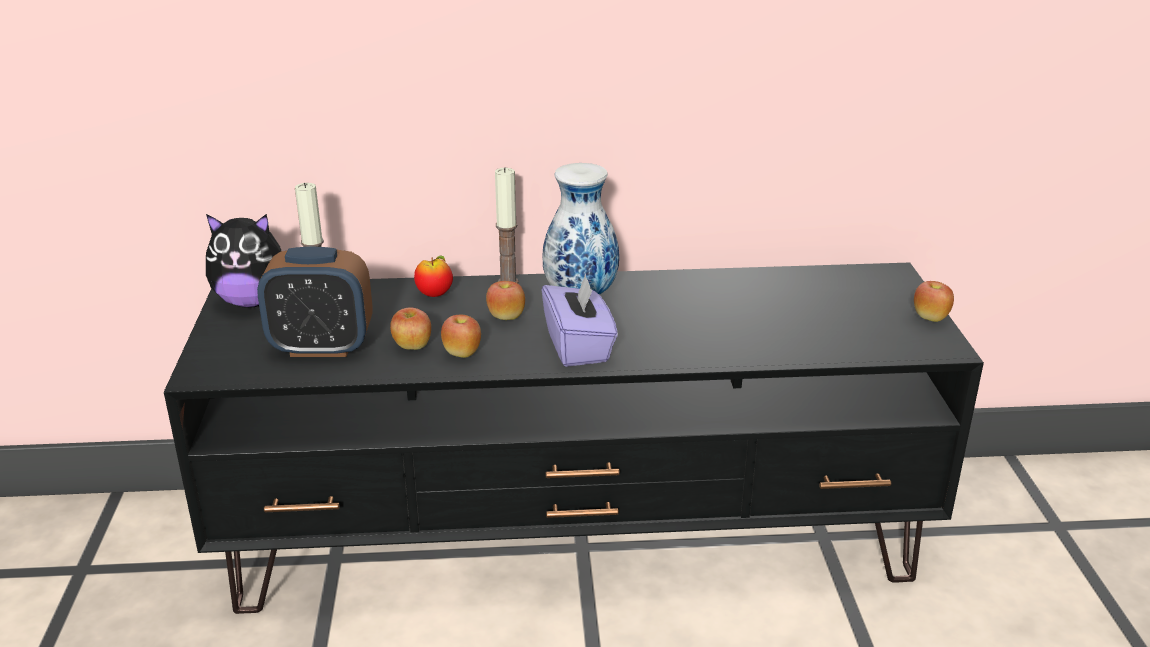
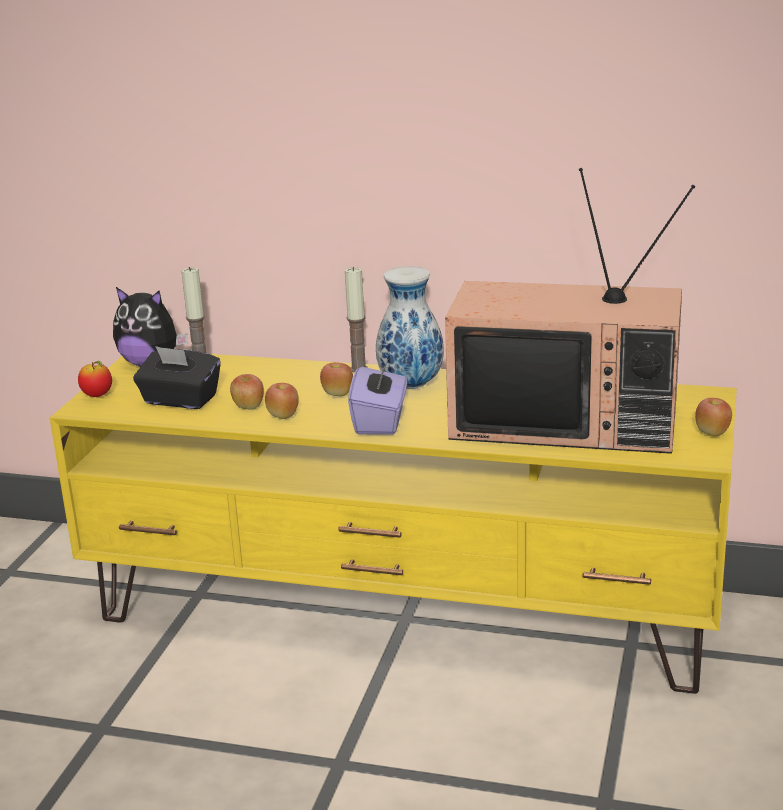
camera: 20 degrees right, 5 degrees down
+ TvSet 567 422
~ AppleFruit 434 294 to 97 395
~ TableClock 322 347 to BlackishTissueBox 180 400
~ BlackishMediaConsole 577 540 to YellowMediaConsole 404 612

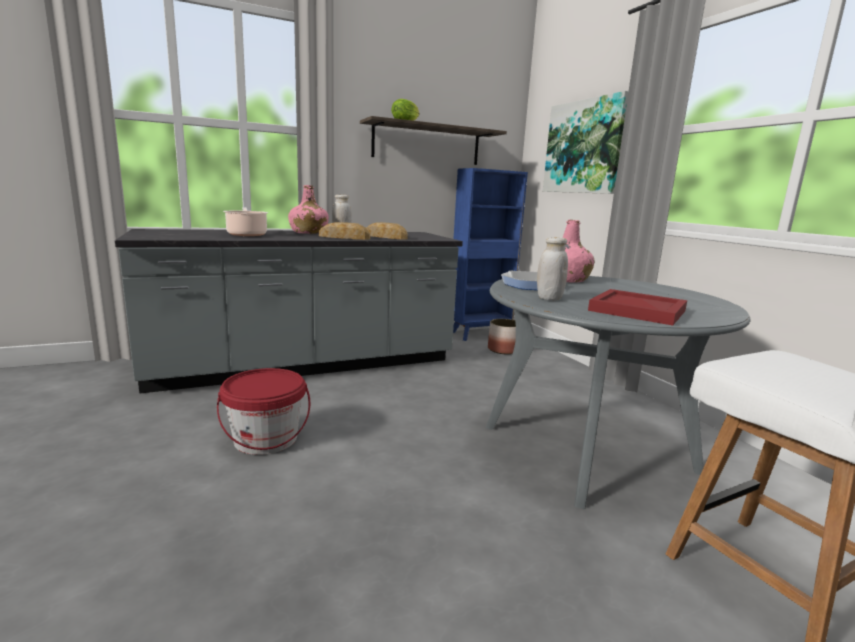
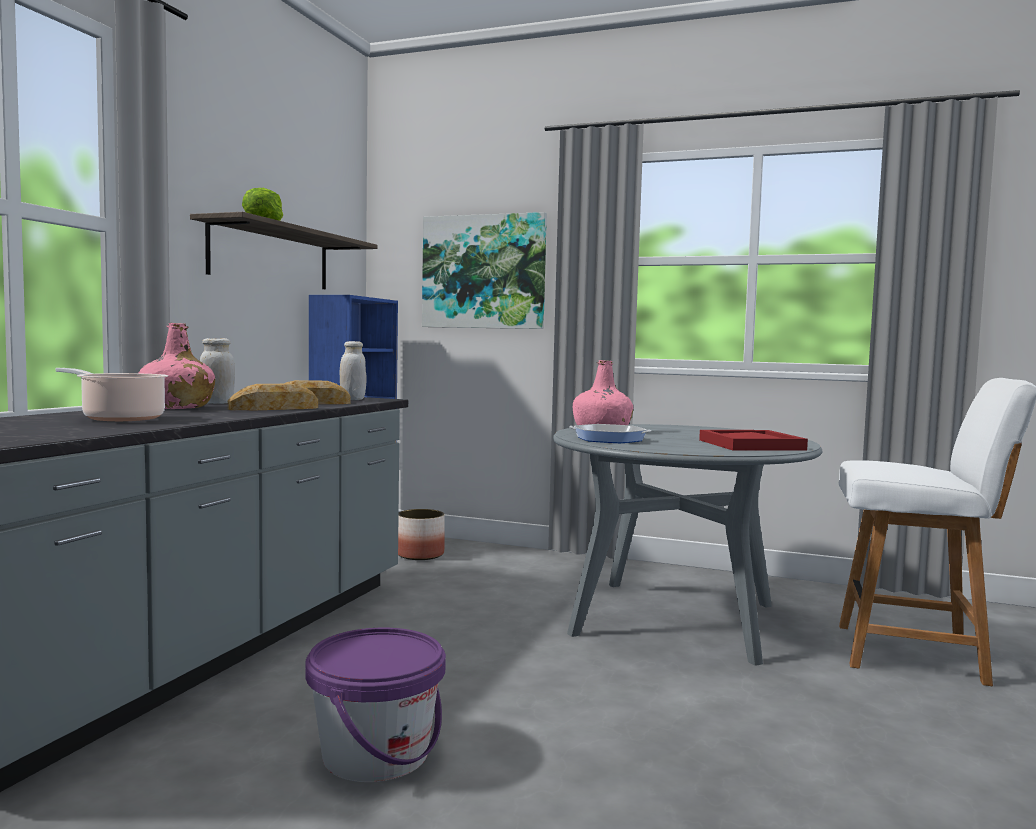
camera: 45 degrees left, 10 degrees down
~ WhitishStorageJar 549 298 to 352 399
~ RedColouredWaterBucket 266 439 to PurpleWaterBucket 376 754

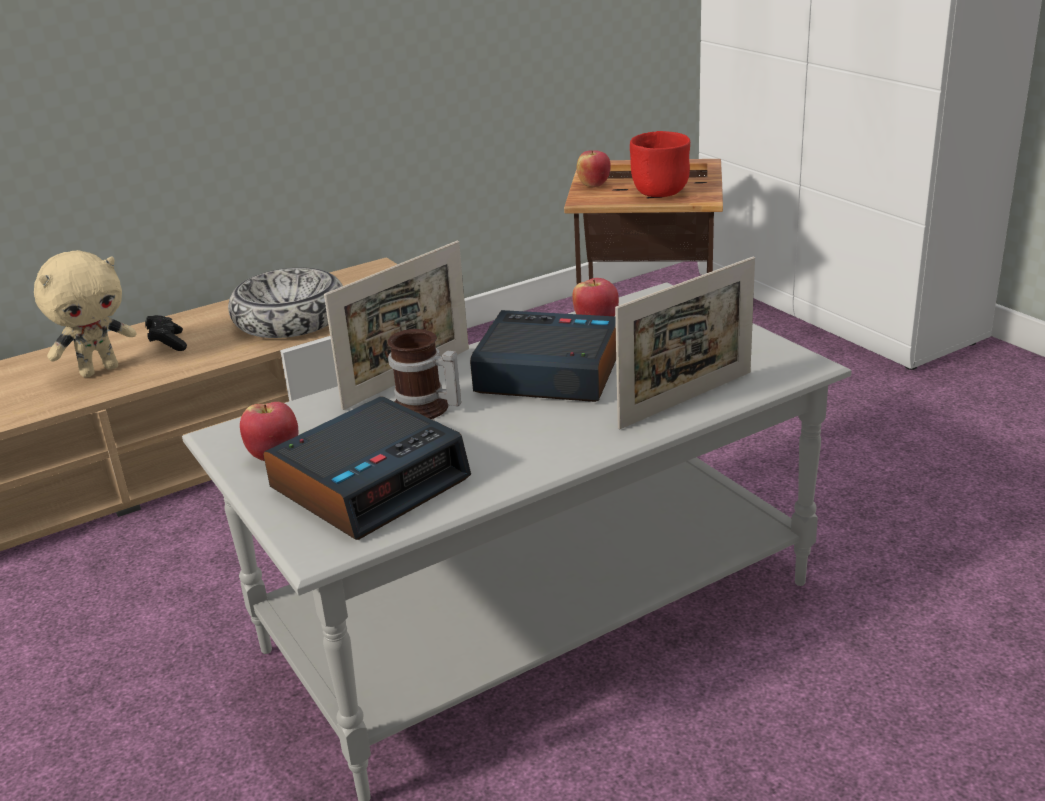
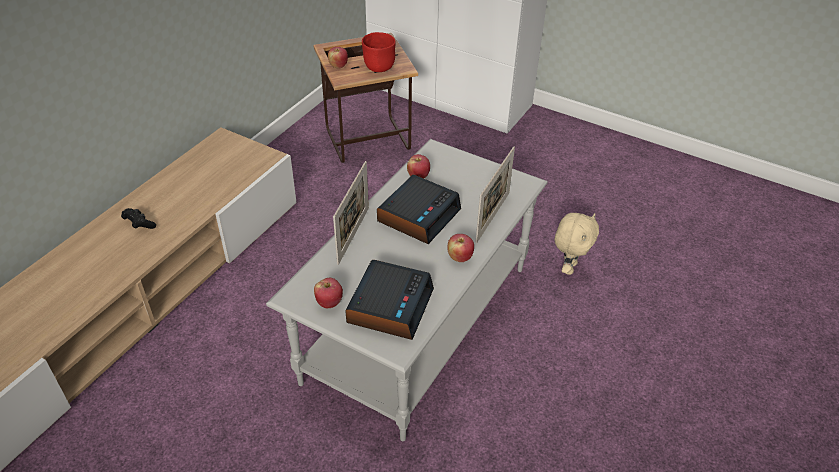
camera: 30 degrees left, 15 degrees up
- DeepDish 290 320
- TeaMug 424 409
+ AppleFruit 459 257
~ SandColouredPlushToy 99 370 to 568 267
~ TableClock 547 372 = 418 215 135 degrees clockwise

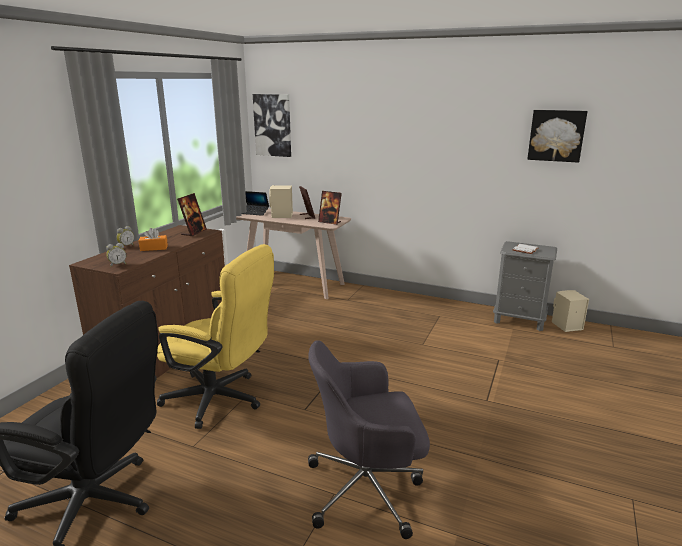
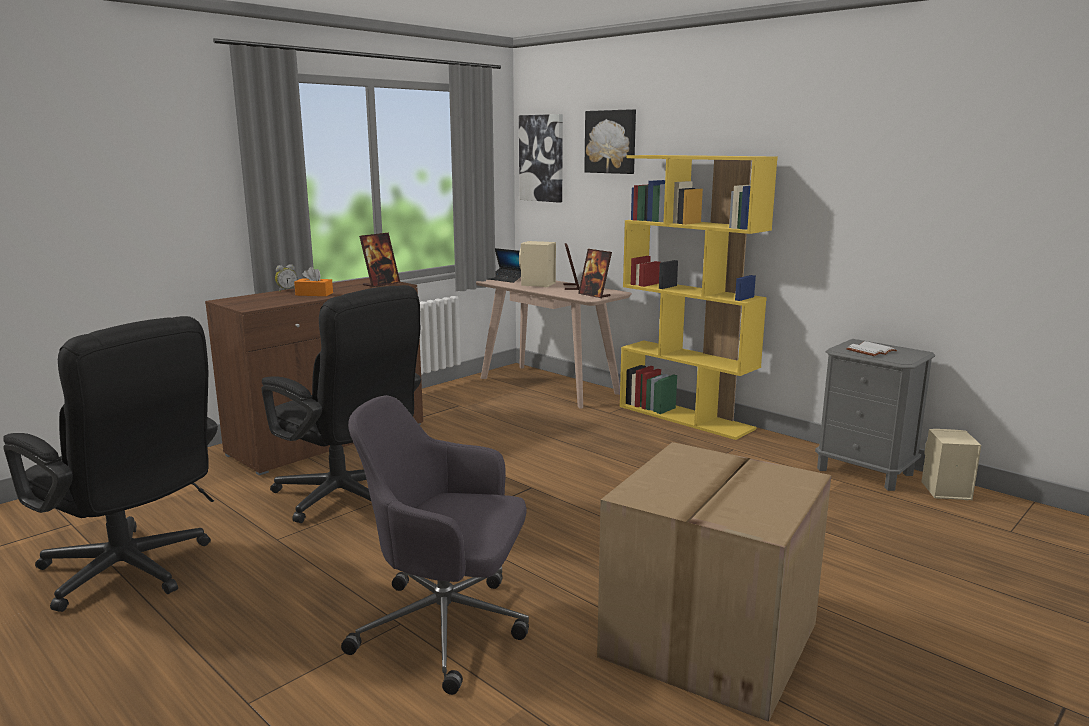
camera: 20 degrees right, 5 degrees down
- TableClock 117 264
+ PackingBox 711 642
+ YellowShelvingUnit 686 417
~ WallArt 556 135 to 611 142
~ YellowOfficeChair 221 400 to BlackishOfficeChair 348 499

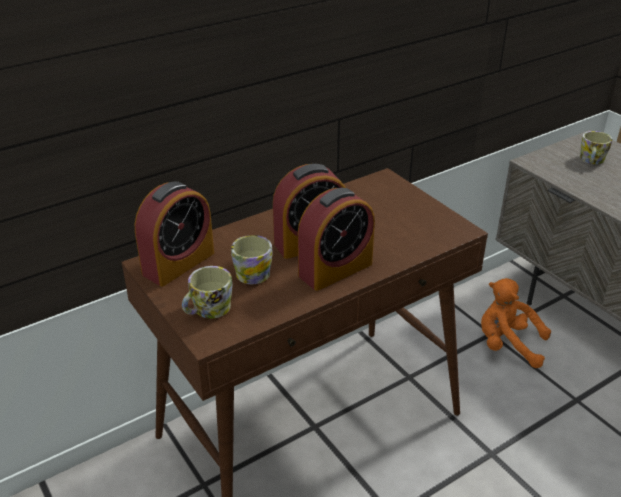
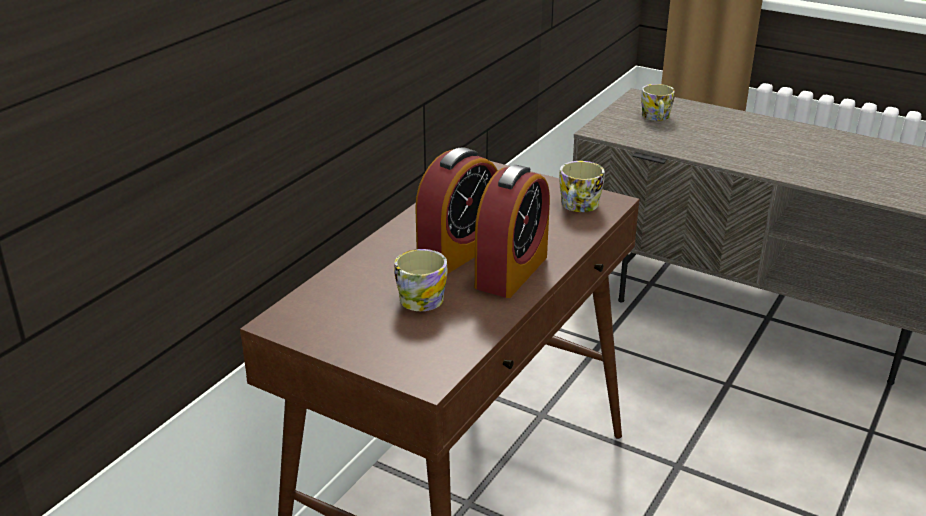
camera: 25 degrees left, 5 degrees down
- TableClock 178 263
- OrangeColouredPlushToy 507 345
~ TeaMug 207 310 to 577 207

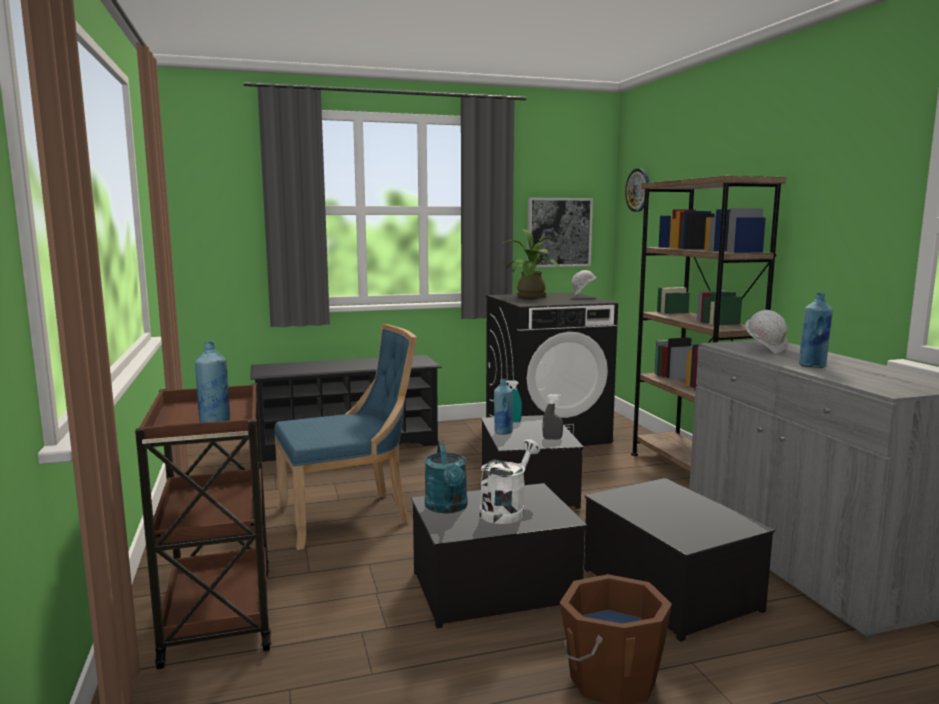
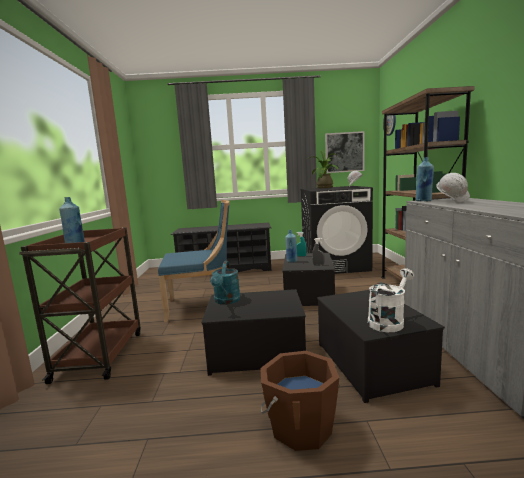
camera: 15 degrees right, 0 degrees up
~ WhitishSprinklingCan 506 510 to 388 321
~ BlueColouredBottle 812 366 to 423 201

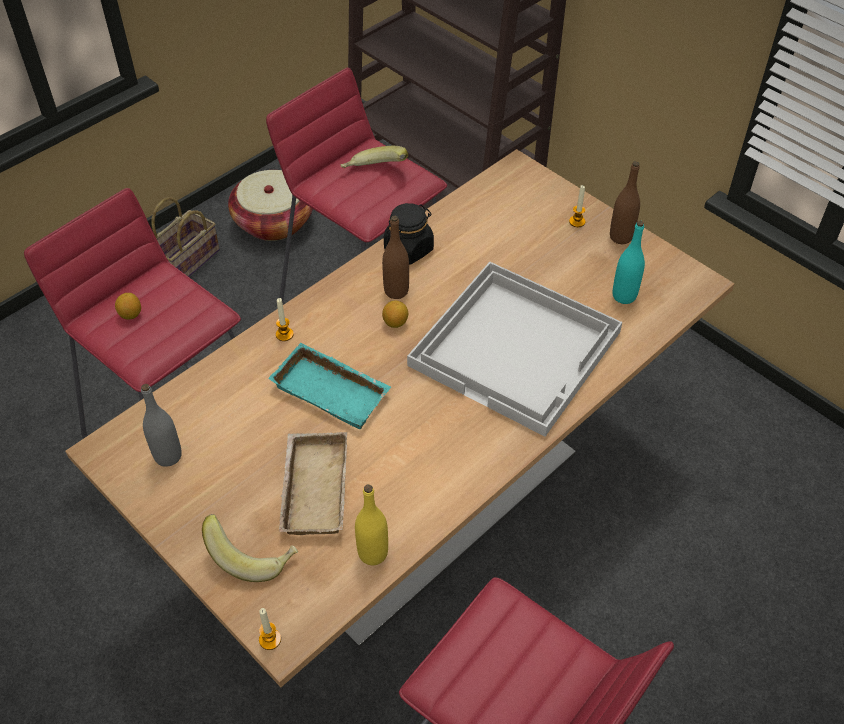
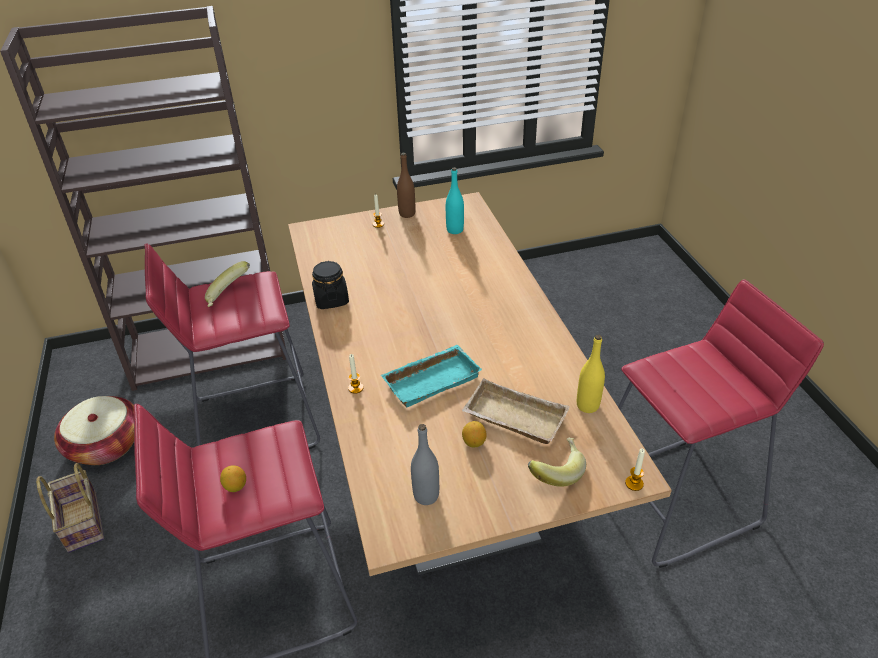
camera: 60 degrees left, 10 degrees down
- BrownishBottle 396 291
- WhitishCarryingTray 517 348
~ Lemon 395 322 to 474 442

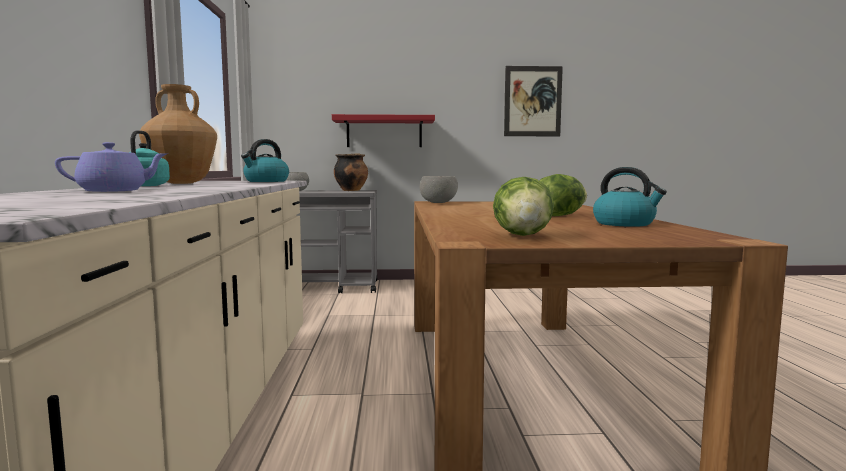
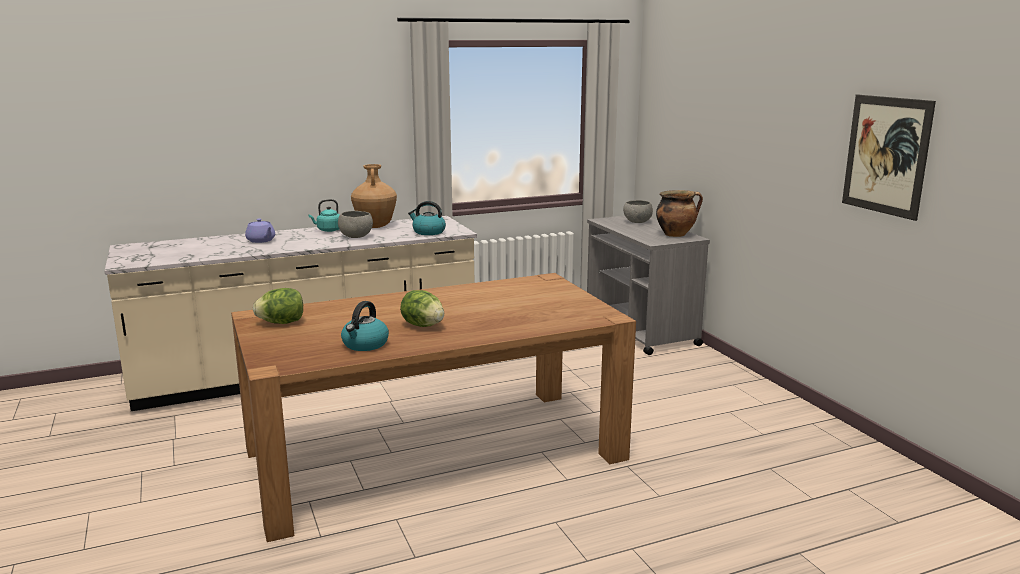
camera: 70 degrees right, 10 degrees up
- RedColouredWallShelf 384 132
~ GrayDeepDish 438 203 to 356 237

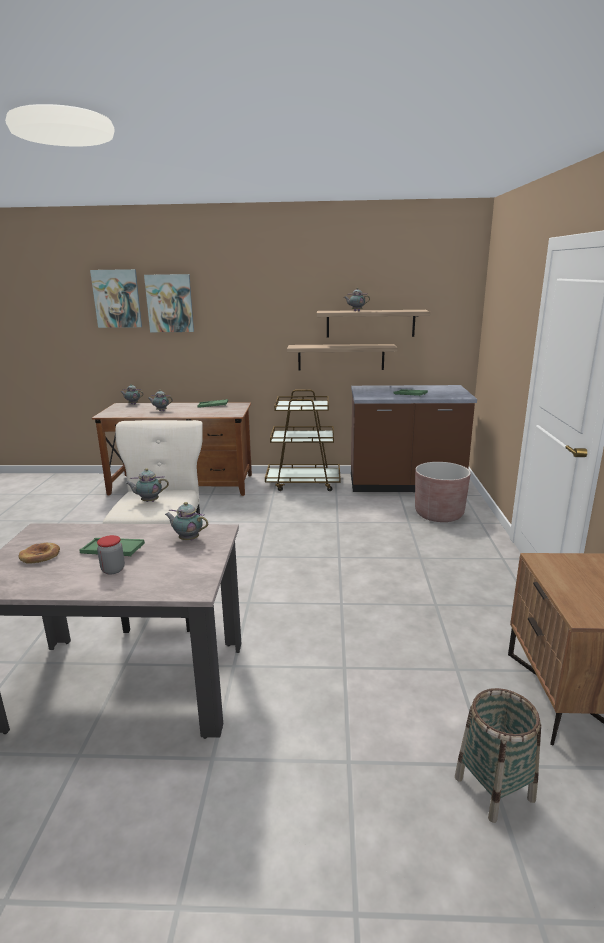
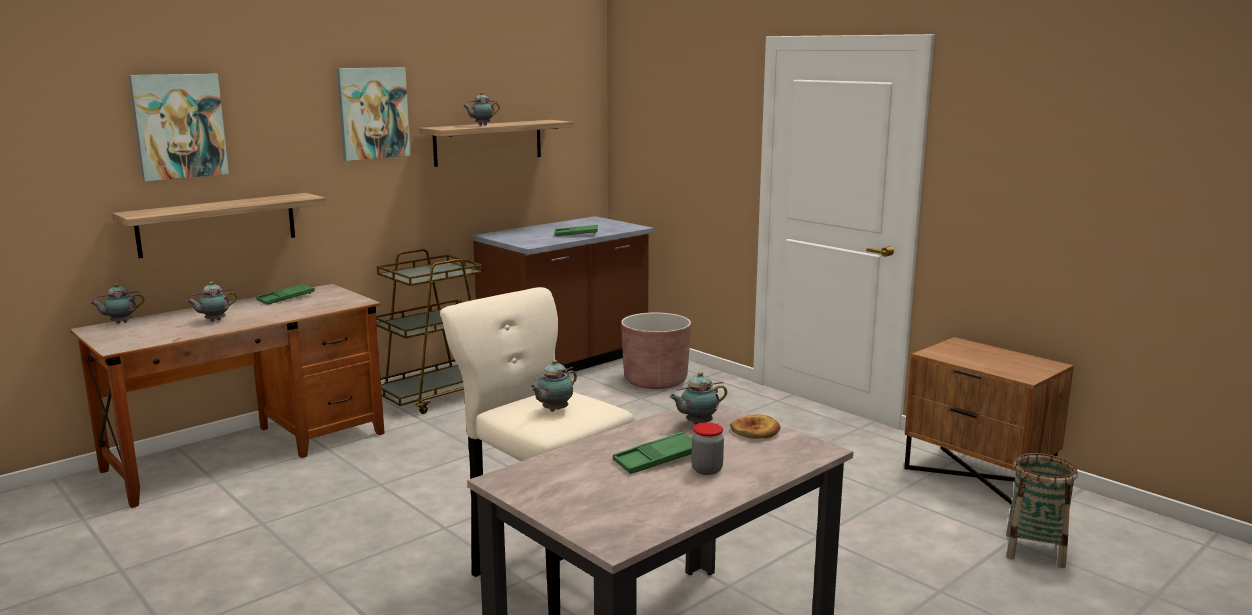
camera: 45 degrees left, 5 degrees down
~ Bread 40 556 to 755 431
~ WallArt 117 298 to 373 113
~ WallShelf 341 357 to 218 224

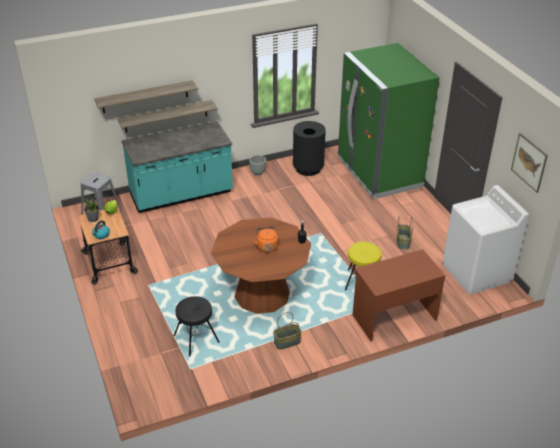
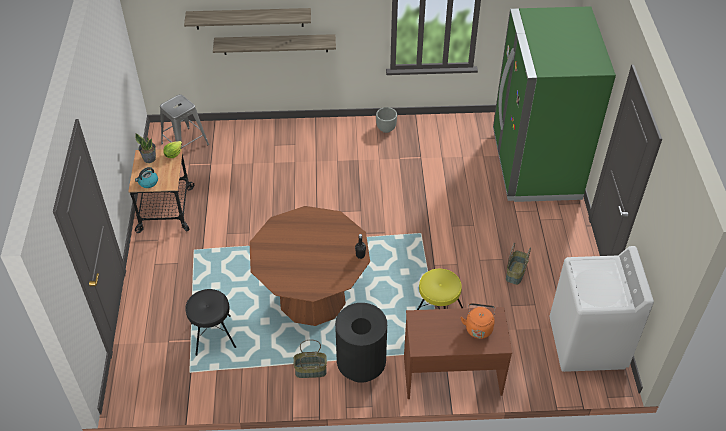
camera: 20 degrees right, 10 degrees up
- TurquoiseKitchenBaseUnit 181 195
- WallArt 529 162
~ OrangeColouredKettle 266 246 to 478 327
~ BlackishRubbishBin 308 169 to 361 365

